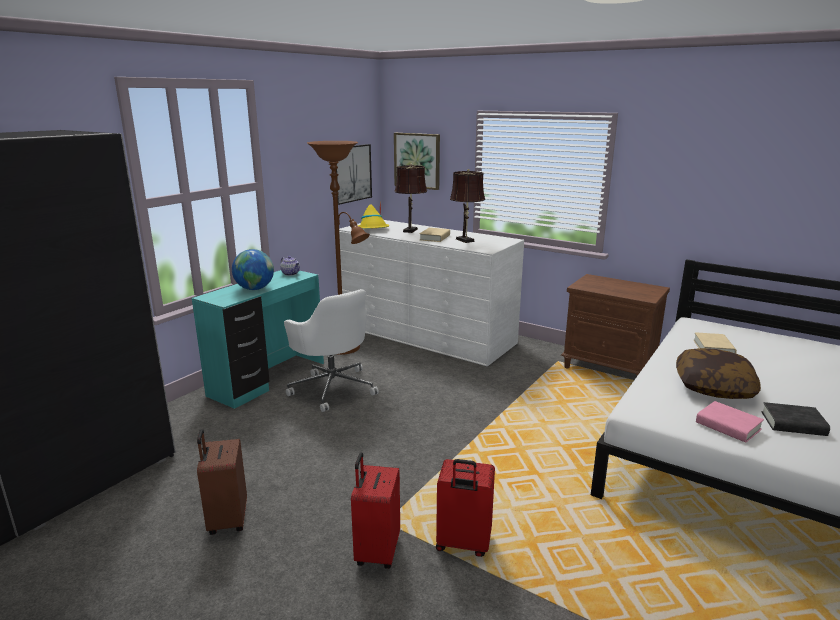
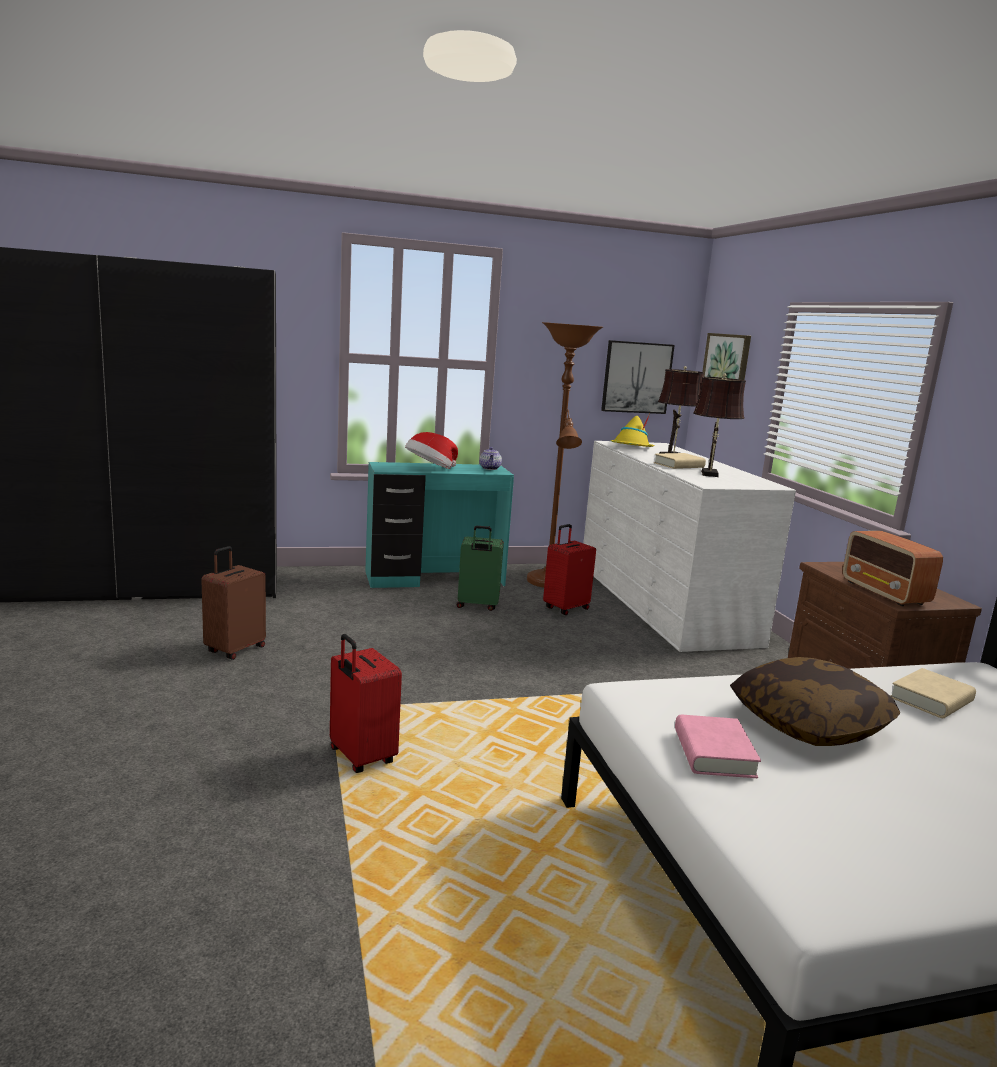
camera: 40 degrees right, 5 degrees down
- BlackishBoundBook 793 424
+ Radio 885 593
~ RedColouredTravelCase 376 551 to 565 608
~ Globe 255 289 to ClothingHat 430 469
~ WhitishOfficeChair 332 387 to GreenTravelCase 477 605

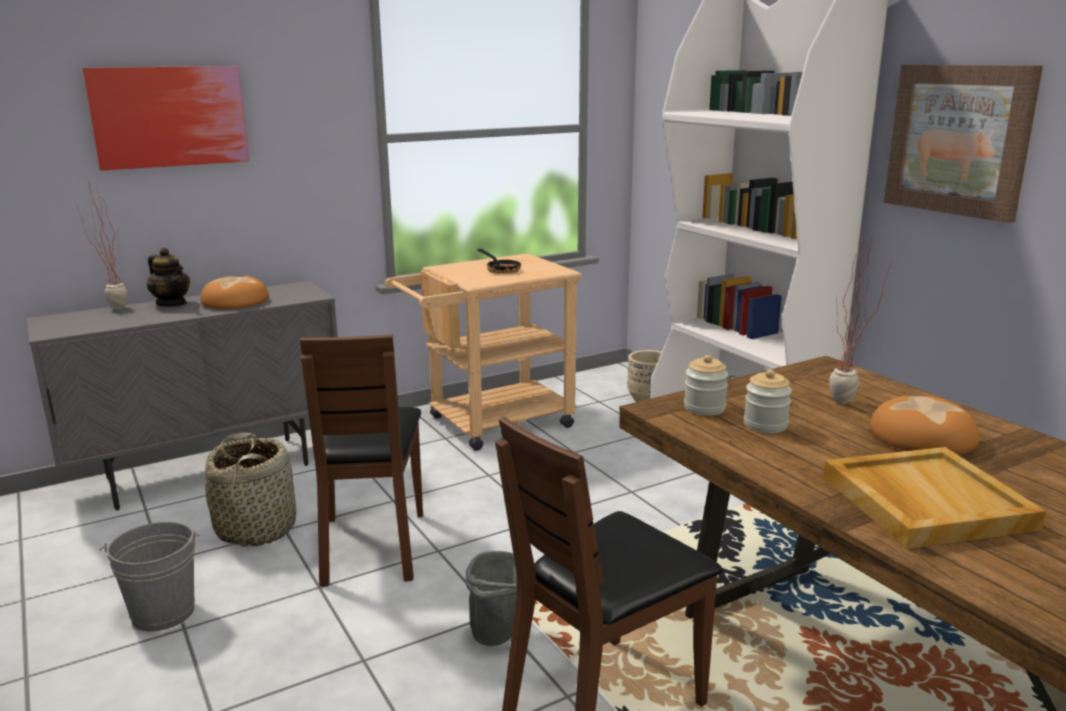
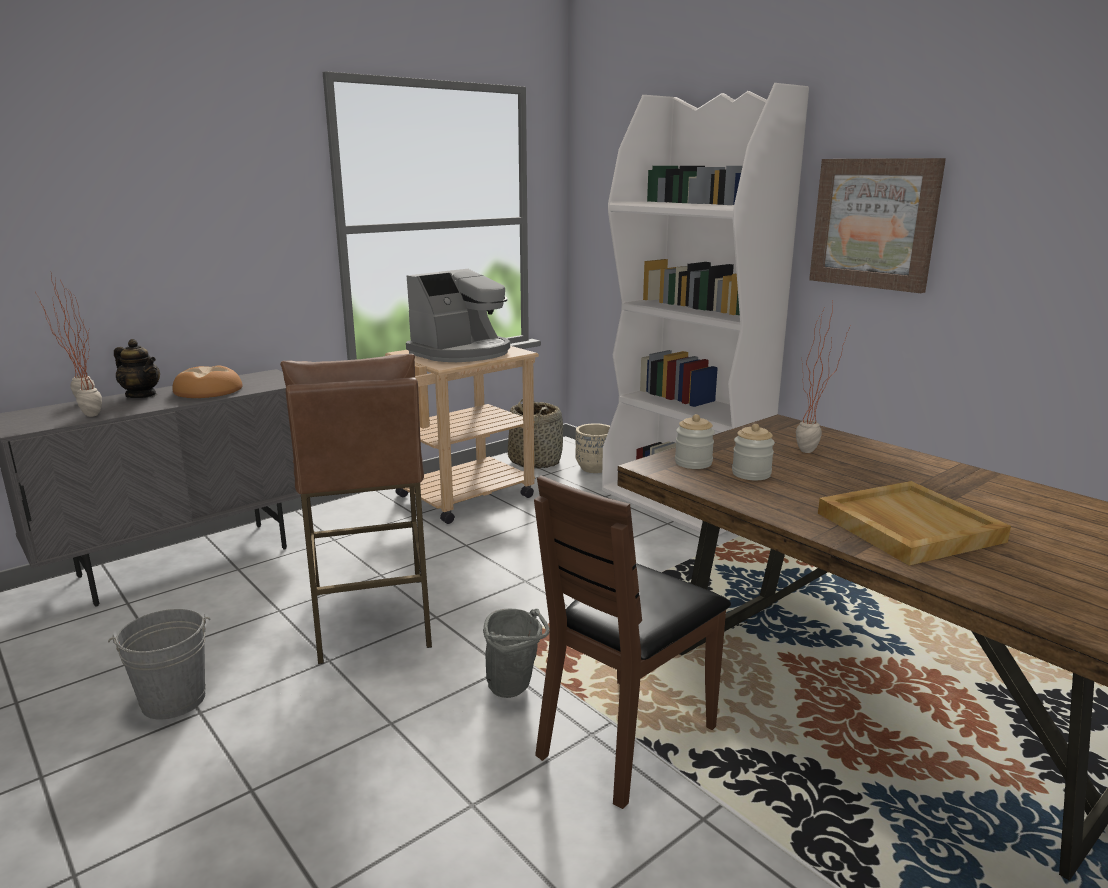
camera: 10 degrees left, 0 degrees up
- WallArt 169 116
- Bread 923 437
+ Houseplant 85 415
~ StorageBasket 256 528 to 535 461
~ BrownishChair 372 546 to BrownishSittingStool 371 619
~ Pan 501 269 to CoffeeMachine 462 352

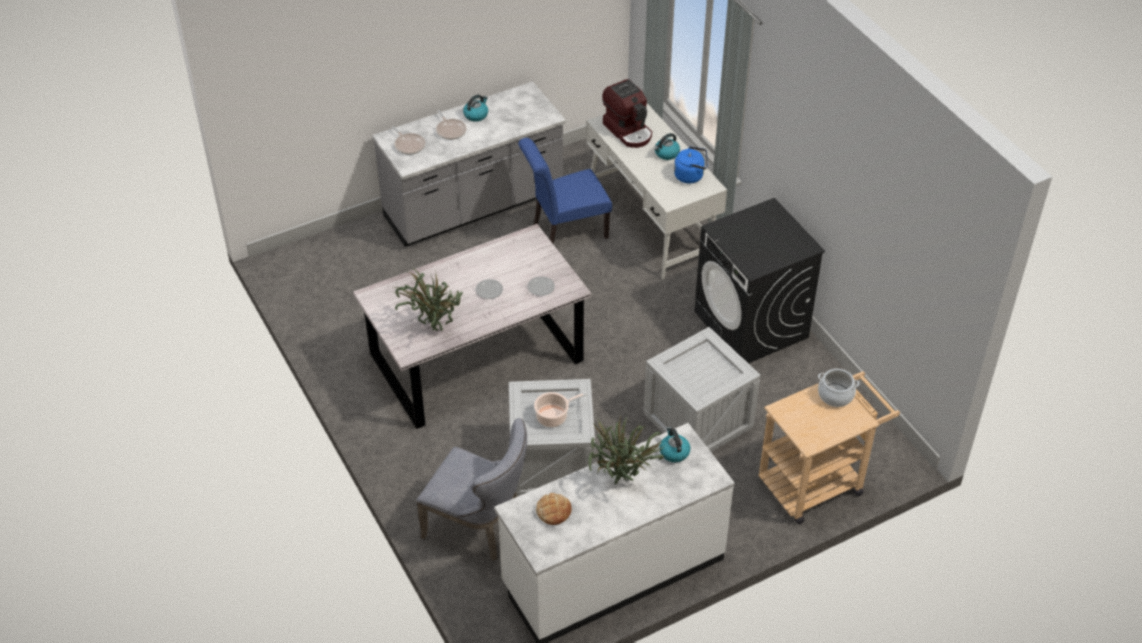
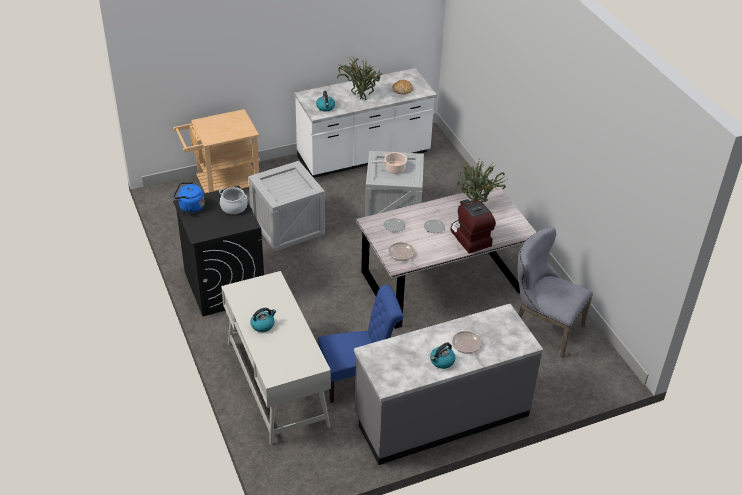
camera: 175 degrees left, 5 degrees down
~ Pan 409 145 to 402 255
~ GrayChair 479 527 to 543 327
~ CoffeeMachine 628 130 to 469 238
~ BlueColouredKettle 691 175 to 190 207
~ Saucepot 835 395 to 234 207

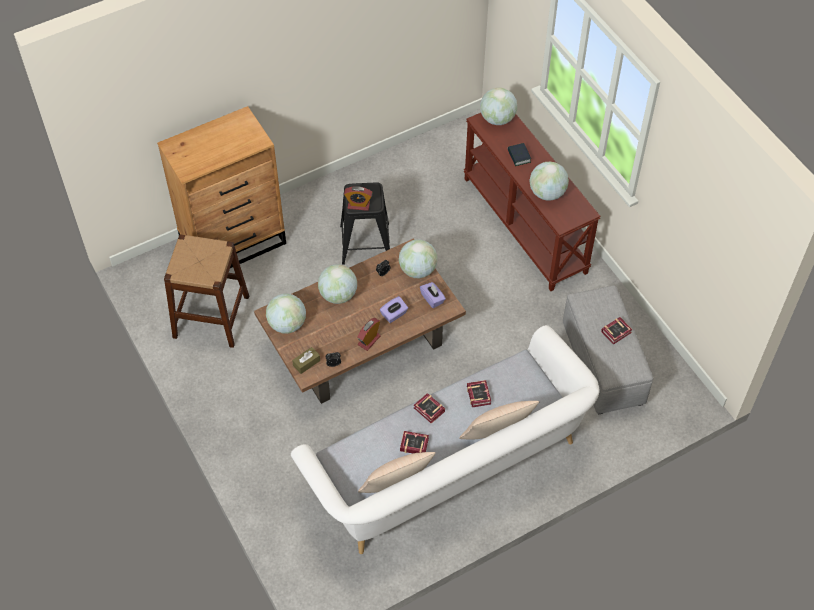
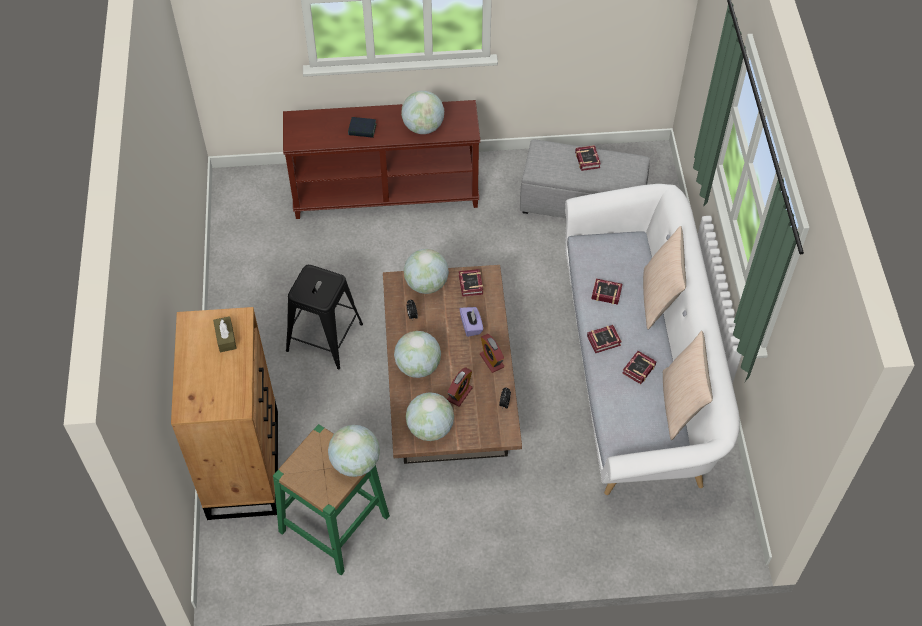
camera: 65 degrees left, 0 degrees up
~ BrownishTissueBox 306 363 to 225 338
~ TableClock 358 205 to 459 394
~ Globe 497 119 to 355 462
~ PurpleTissueBox 432 299 to BoundBook 470 286
~ BrownishSittingStool 211 316 to GreenSittingStool 334 523

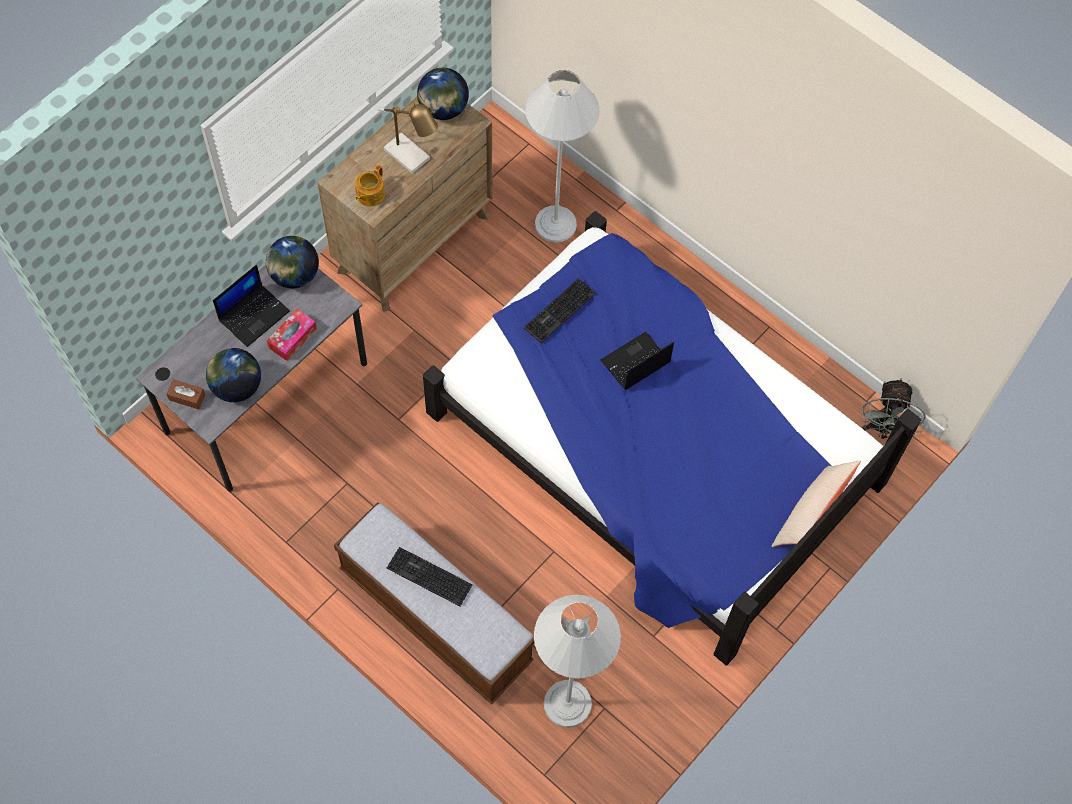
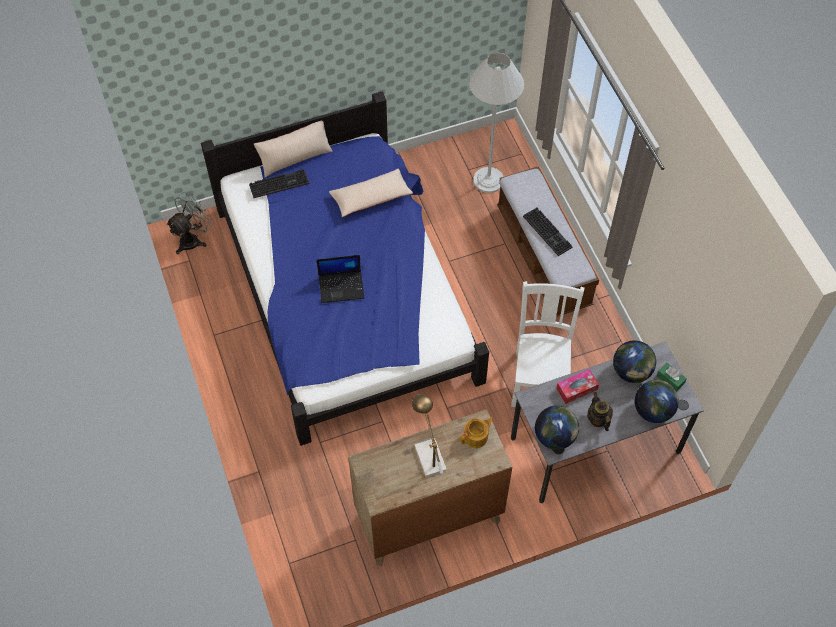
camera: 150 degrees left, 5 degrees down
- WhitishFloorLamp 555 224
+ SandColouredCushion 371 198
+ WhitishChair 540 379
~ Globe 443 109 to 653 410
~ ComputerKeyboard 560 313 to 279 183
~ NotebookComputer 254 314 to PotForTea 598 419
~ BrownishTissueBox 187 397 to GreenTissueBox 670 379

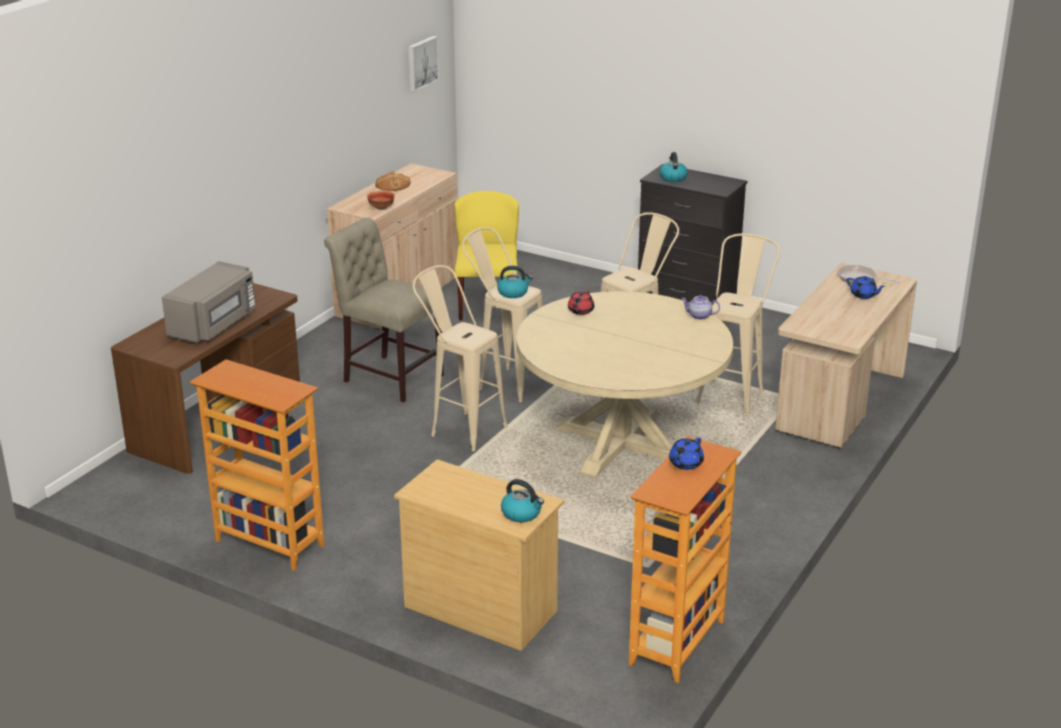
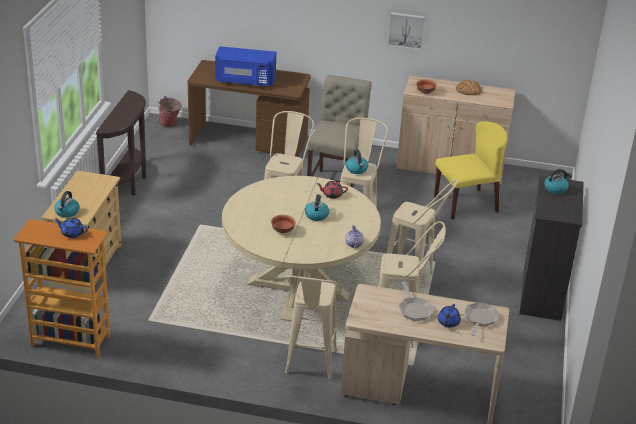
camera: 70 degrees right, 5 degrees up
+ WaterBucket 170 125
+ DeepDish 283 231
+ SandColouredSittingStool 309 368
+ Kettle 316 215
+ Pan 414 309
~ WallArt 421 63 to 406 30
~ ShelvingUnit 268 544 to BrownishHallTable 128 184
~ GrayMicrowave 214 324 to BlueColouredMicrowave 245 81

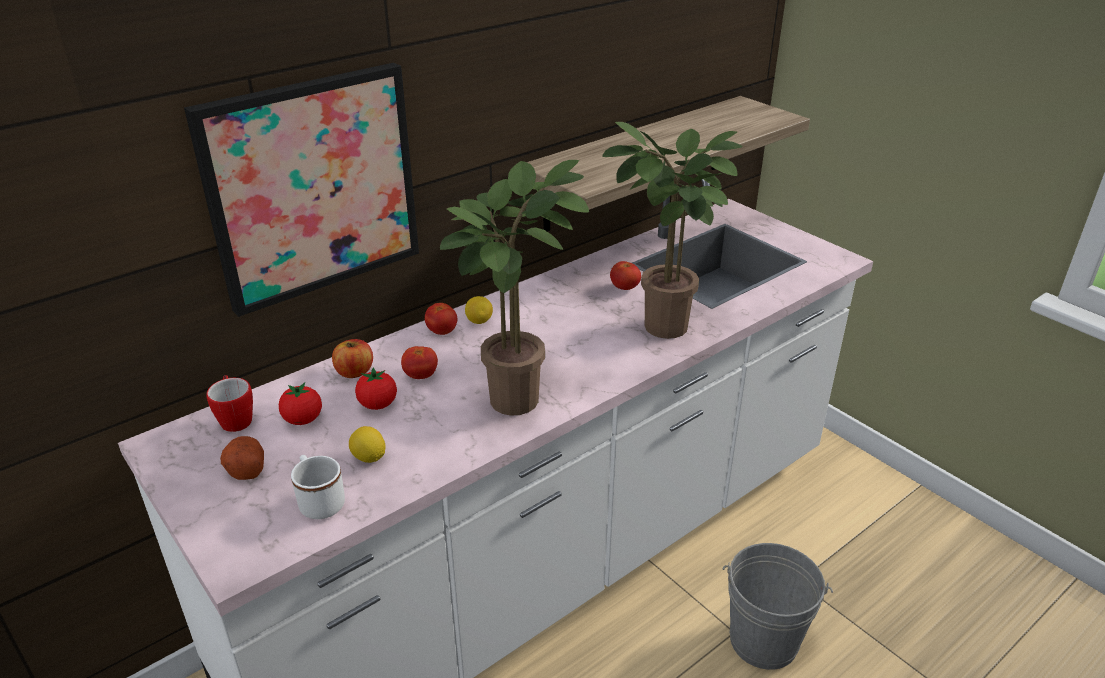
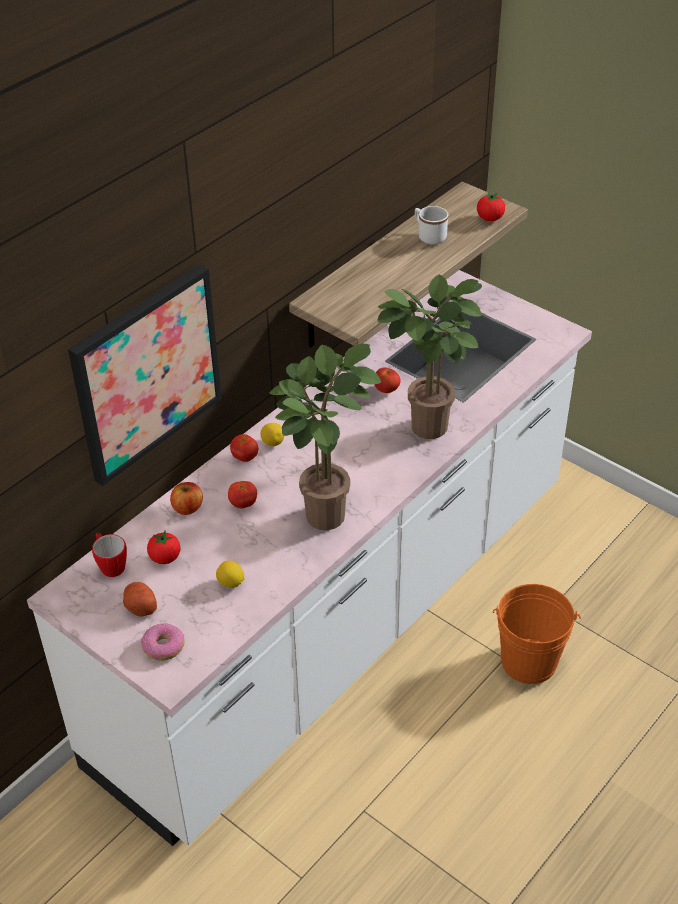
camera: 10 degrees left, 10 degrees up
+ Doughnut 163 647
~ WhitishTeaMug 319 501 to 429 236
~ Tomato 378 404 to 490 218
~ GrayWaterBucket 763 640 to OrangeColouredWaterBucket 528 661

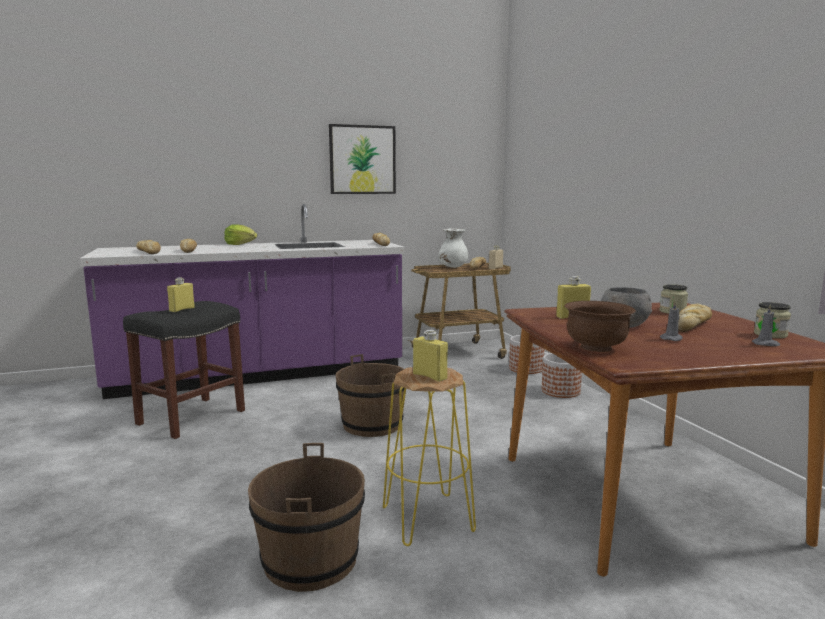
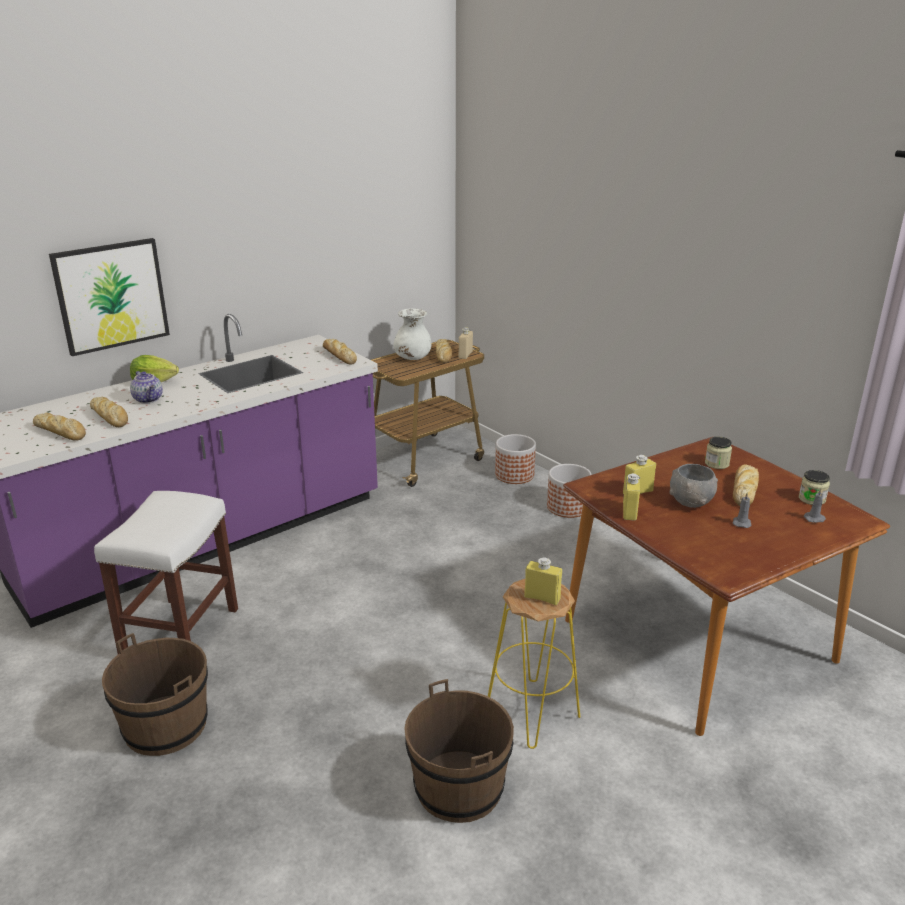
camera: 20 degrees left, 15 degrees up
- BrownishDeepDish 596 348
+ PotForTea 149 399
~ YellowBottle 182 309 to 629 512
~ WallArt 362 160 to 111 295
~ BrownishWaterBucket 372 425 to 166 726
~ BlackishSittingStool 192 416 to WhitishSittingStool 181 632

